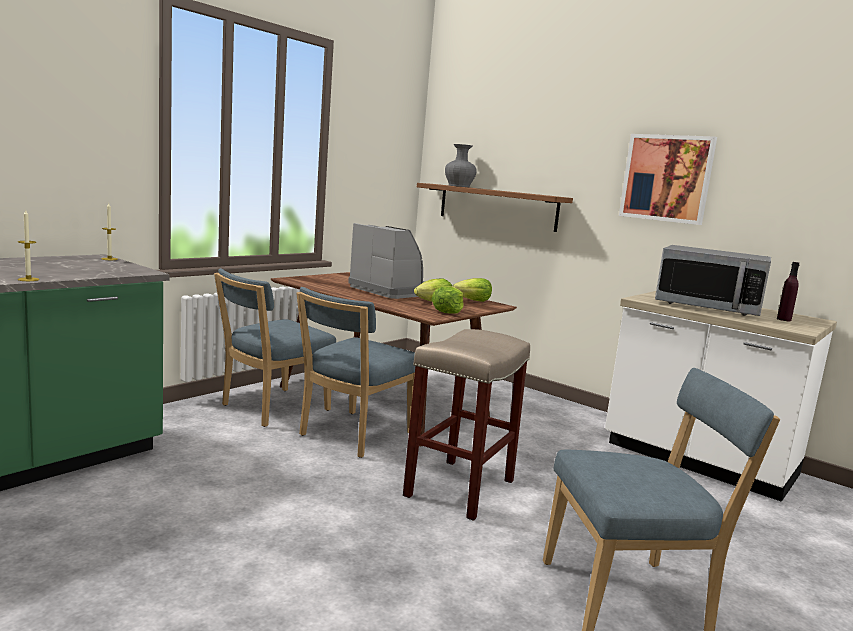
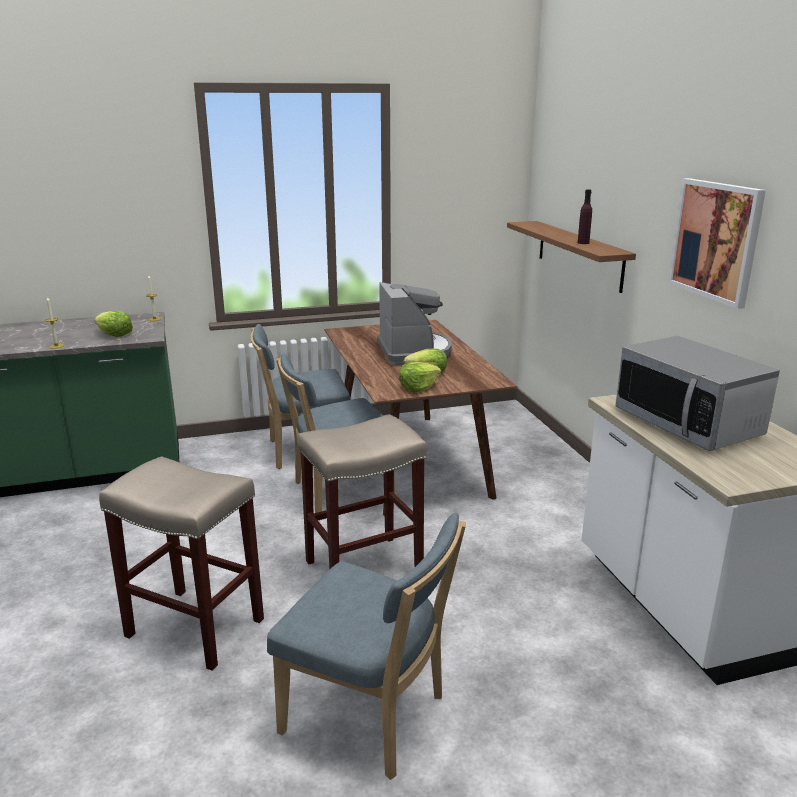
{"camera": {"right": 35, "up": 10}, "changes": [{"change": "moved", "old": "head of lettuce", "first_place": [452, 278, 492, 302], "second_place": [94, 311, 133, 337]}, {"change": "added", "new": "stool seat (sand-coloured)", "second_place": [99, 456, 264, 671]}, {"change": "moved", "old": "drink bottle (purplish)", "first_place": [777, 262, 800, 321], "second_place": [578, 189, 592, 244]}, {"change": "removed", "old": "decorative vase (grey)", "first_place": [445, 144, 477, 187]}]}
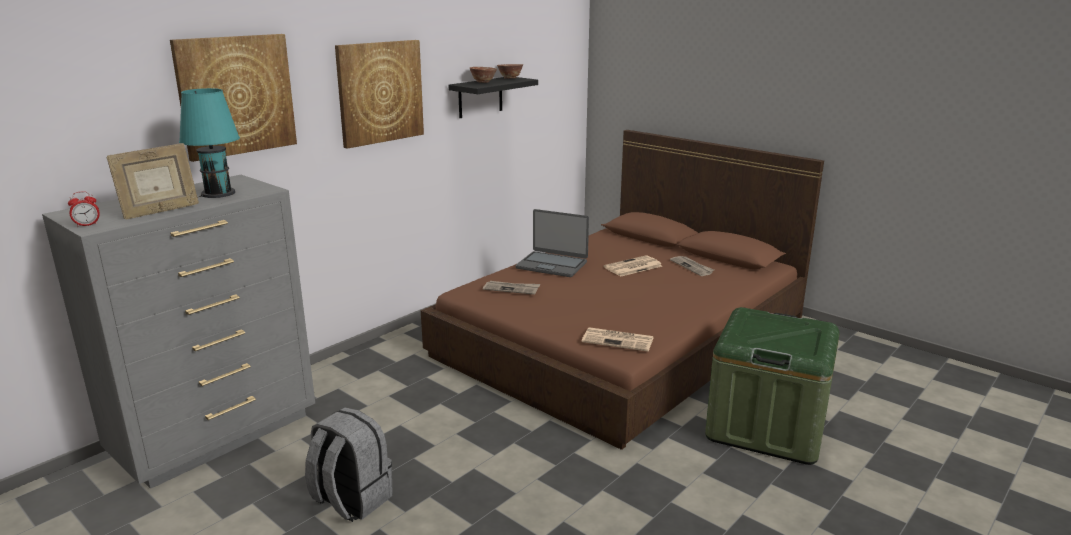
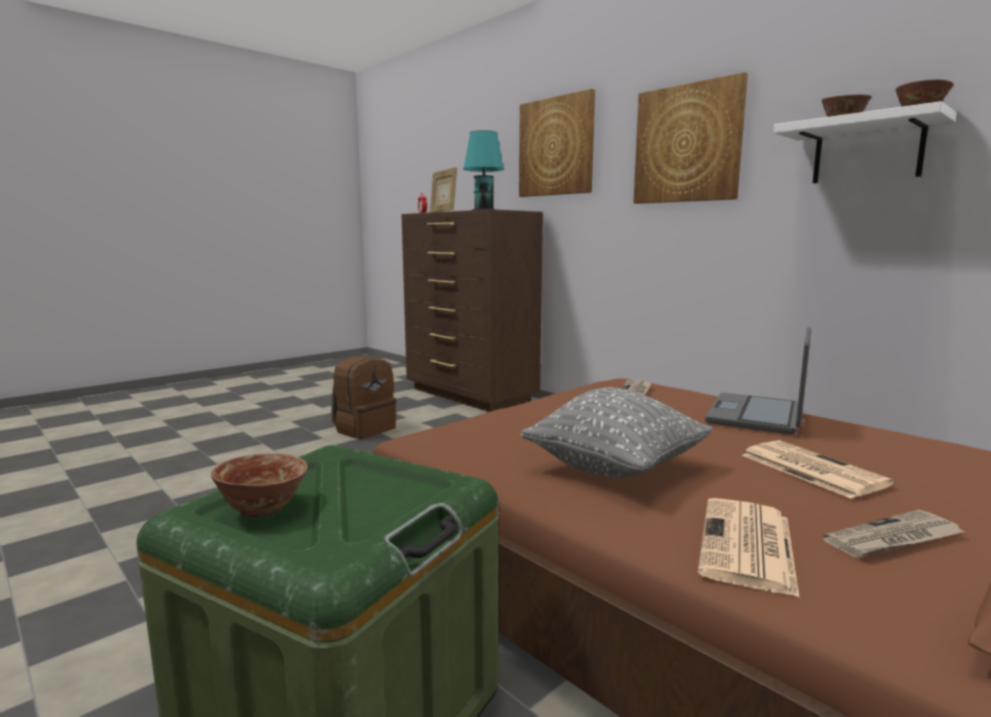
{"camera": {"right": 95, "up": -10}, "changes": [{"change": "added", "new": "bowl", "second_place": [211, 453, 308, 518]}, {"change": "recoloured", "old": "backpack (grey)", "new": "backpack (brown-coloured)", "first_place": [305, 407, 393, 522], "second_place": [332, 356, 396, 439]}, {"change": "recoloured", "old": "chest of drawers (grey)", "new": "chest of drawers (brown-coloured)", "first_place": [42, 175, 315, 489], "second_place": [402, 209, 543, 412]}, {"change": "added", "new": "throw pillow (grey)", "second_place": [521, 387, 713, 477]}, {"change": "moved", "old": "printed paper", "first_place": [582, 327, 654, 352], "second_place": [698, 498, 800, 598]}, {"change": "recoloured", "old": "shelf (black)", "new": "shelf (white-coloured)", "first_place": [449, 77, 538, 118], "second_place": [773, 101, 957, 183]}]}
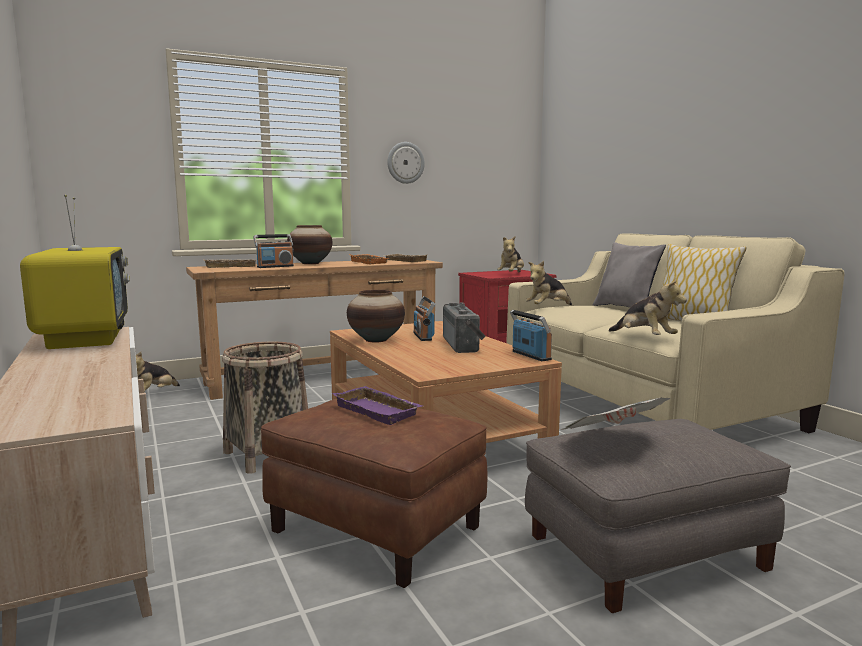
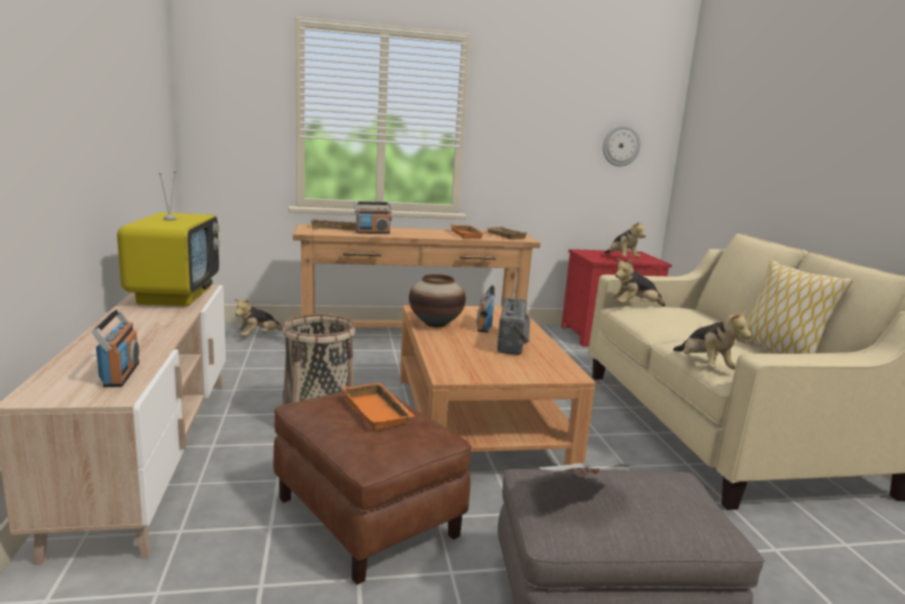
{"camera": {"right": 15, "up": 5}, "changes": [{"change": "moved", "old": "radio set", "first_place": [510, 310, 552, 361], "second_place": [92, 309, 139, 387]}, {"change": "recoloured", "old": "carrying tray (purplish)", "new": "carrying tray (orange)", "first_place": [332, 386, 422, 425], "second_place": [342, 382, 414, 431]}, {"change": "moved", "old": "hanging clock", "first_place": [387, 142, 425, 184], "second_place": [603, 125, 641, 166]}, {"change": "turned", "old": "plush toy", "first_place": [497, 236, 524, 273], "second_place": [604, 221, 646, 258], "degrees": -60}, {"change": "removed", "old": "decorative vase", "first_place": [287, 225, 332, 264]}, {"change": "removed", "old": "throw pillow (grey)", "first_place": [593, 242, 666, 307]}]}
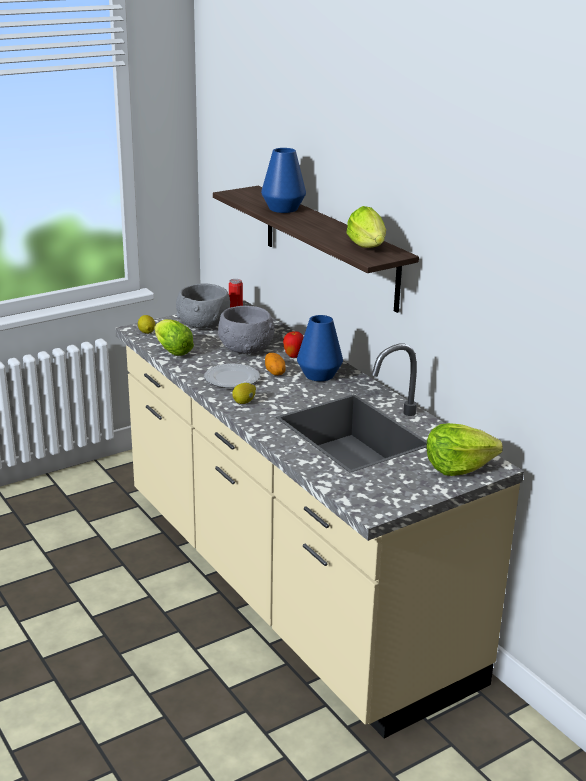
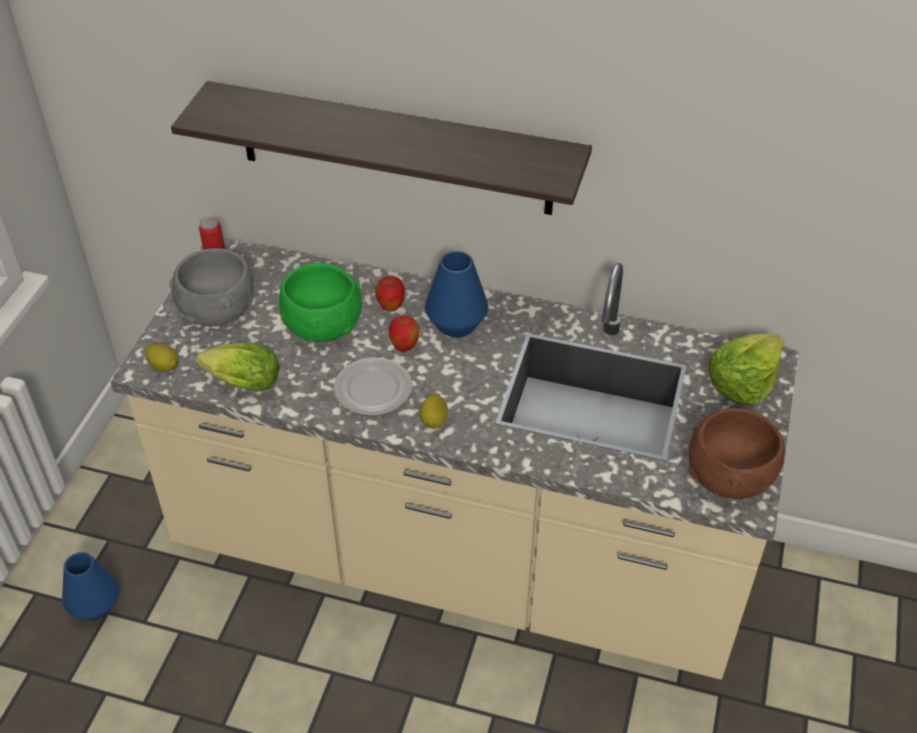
{"camera": {"right": -40, "up": 20}, "changes": [{"change": "moved", "old": "decorative vase (blue-coloured)", "first_place": [261, 148, 306, 213], "second_place": [62, 552, 120, 621]}, {"change": "recoloured", "old": "bowl (grey)", "new": "bowl (green)", "first_place": [218, 306, 274, 354], "second_place": [279, 263, 362, 342]}, {"change": "replaced", "old": "spud", "new": "whole apple", "first_place": [265, 353, 286, 375], "second_place": [389, 316, 419, 351]}, {"change": "added", "new": "bowl (brown-coloured)", "second_place": [689, 408, 785, 499]}, {"change": "removed", "old": "head of lettuce", "first_place": [346, 206, 386, 248]}]}
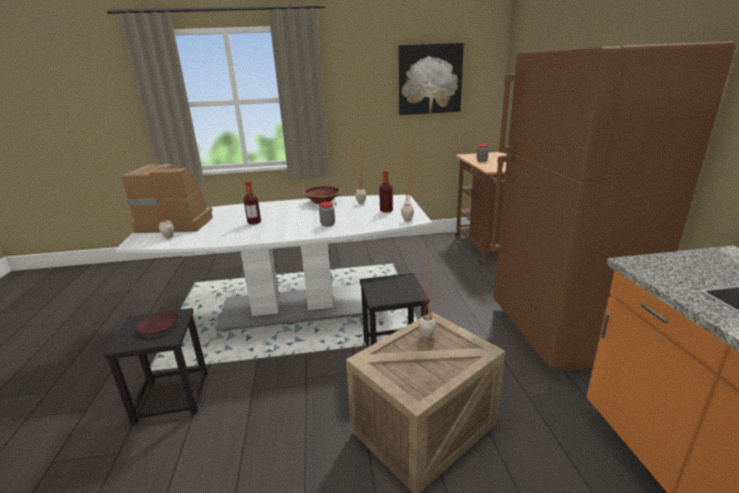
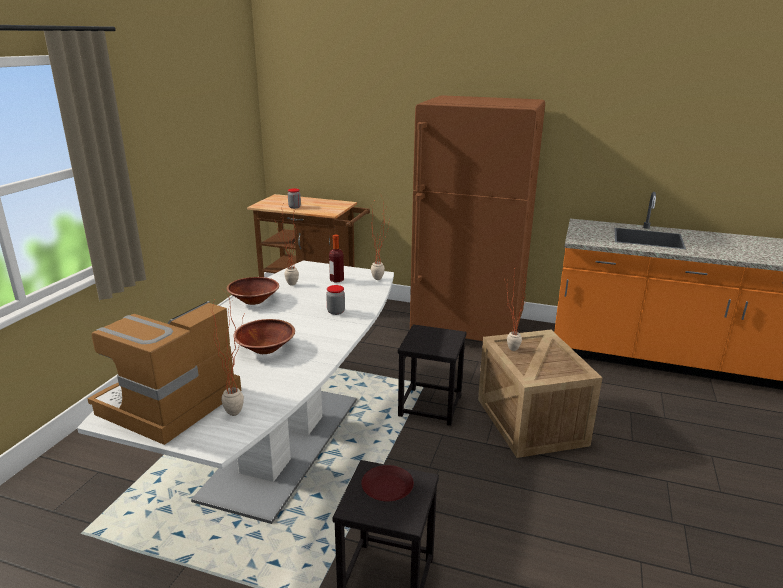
{"camera": {"right": -65, "up": 0}, "changes": [{"change": "replaced", "old": "drink bottle", "new": "bowl (brown-coloured)", "first_place": [243, 181, 261, 225], "second_place": [234, 319, 295, 354]}, {"change": "removed", "old": "picture", "first_place": [398, 43, 464, 115]}]}
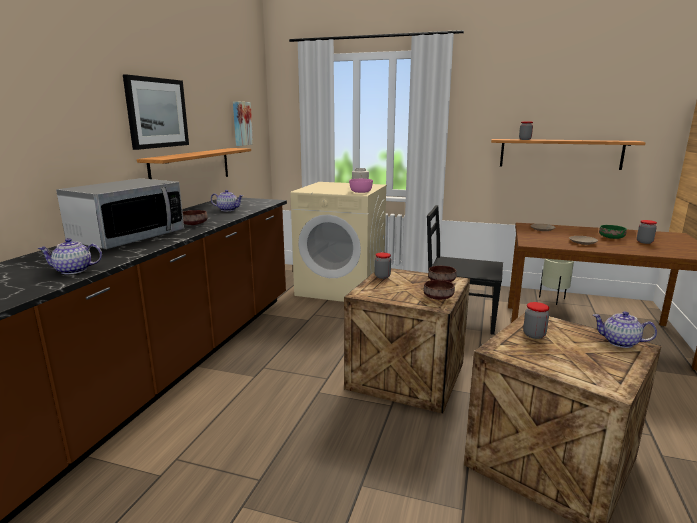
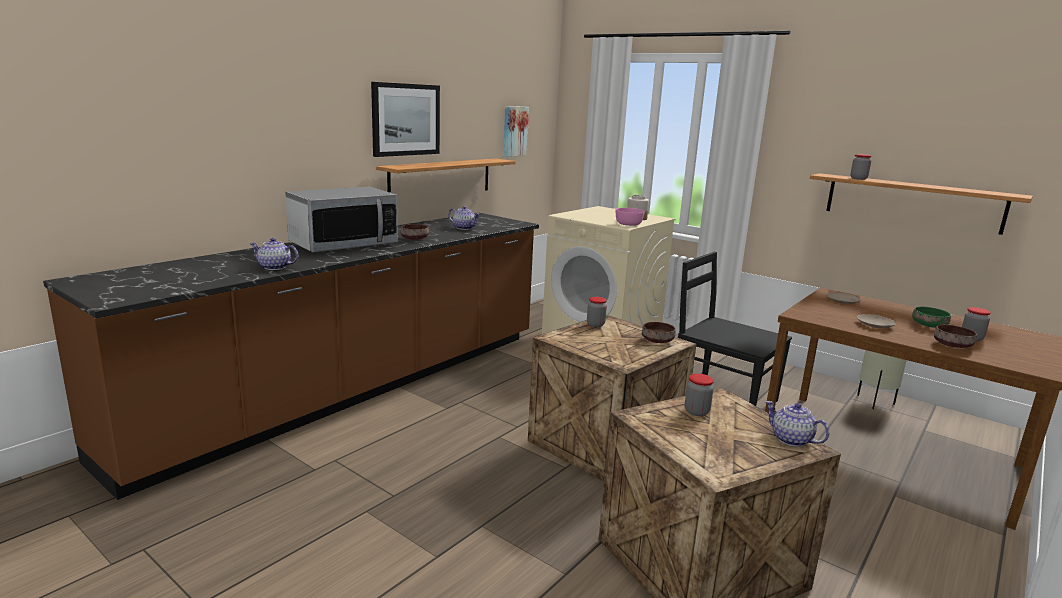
{"camera": {"right": 20, "up": 0}, "changes": [{"change": "moved", "old": "bowl (brown-coloured)", "first_place": [424, 280, 455, 300], "second_place": [934, 325, 977, 348]}]}
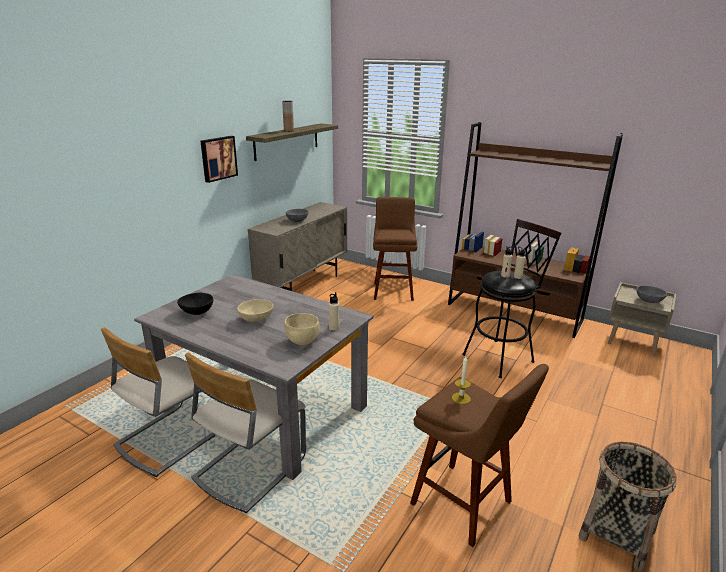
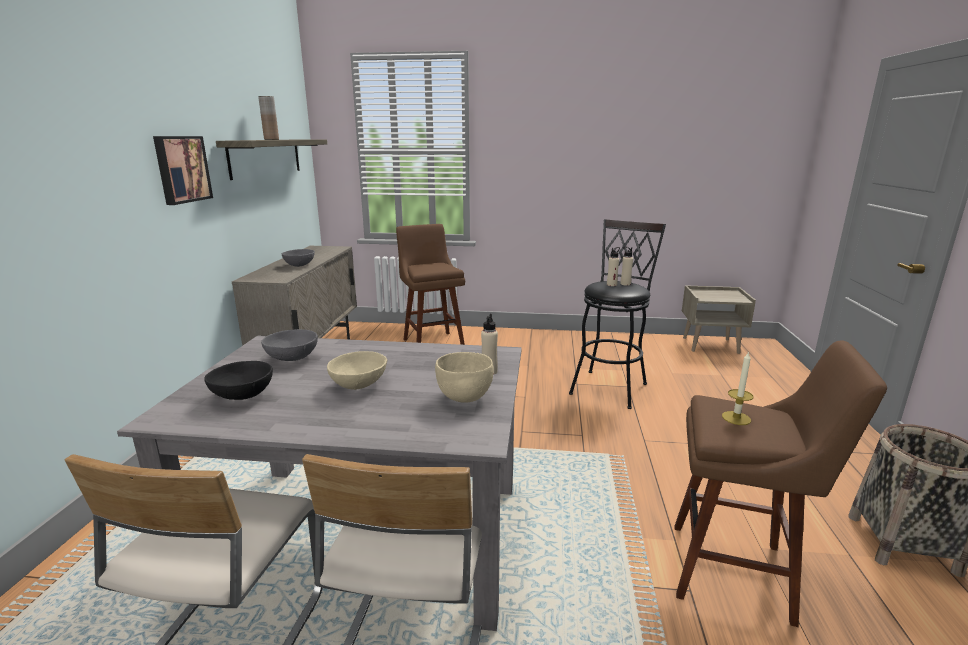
{"camera": {"right": -25, "up": -5}, "changes": [{"change": "moved", "old": "bowl (grey)", "first_place": [636, 286, 667, 303], "second_place": [261, 329, 318, 361]}, {"change": "removed", "old": "bookshelf (brown-coloured)", "first_place": [448, 122, 623, 338]}]}
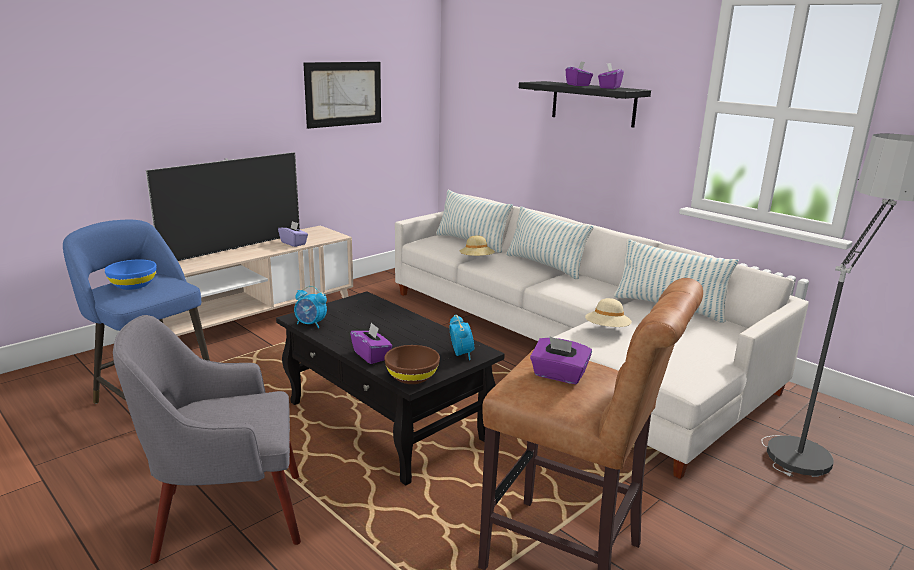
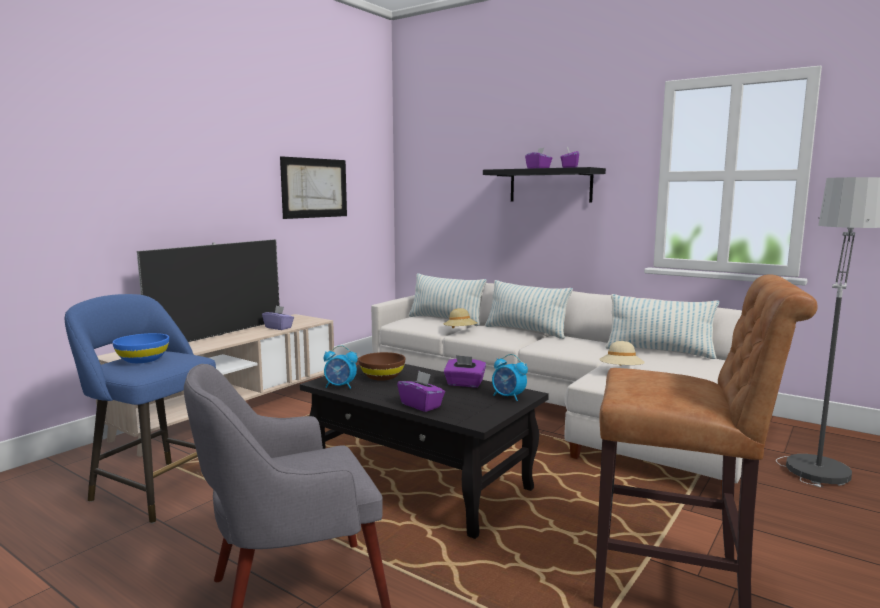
{"camera": {"right": -10, "up": -10}, "changes": [{"change": "moved", "old": "bowl (brown-coloured)", "first_place": [384, 345, 440, 384], "second_place": [359, 352, 405, 381]}, {"change": "moved", "old": "tissue box (purplish)", "first_place": [530, 336, 592, 385], "second_place": [444, 355, 486, 387]}, {"change": "turned", "old": "table clock", "first_place": [449, 315, 474, 360], "second_place": [492, 354, 528, 401], "degrees": 150}]}
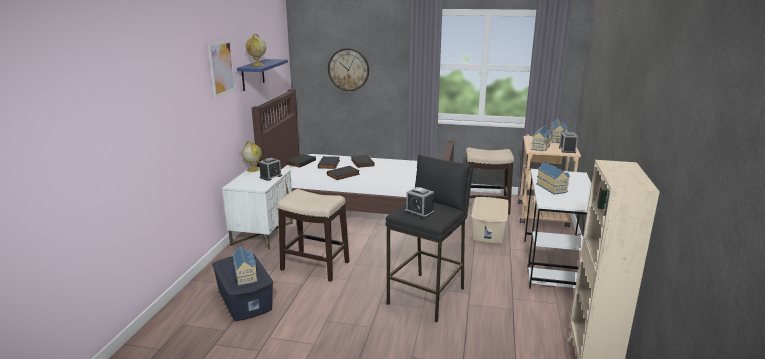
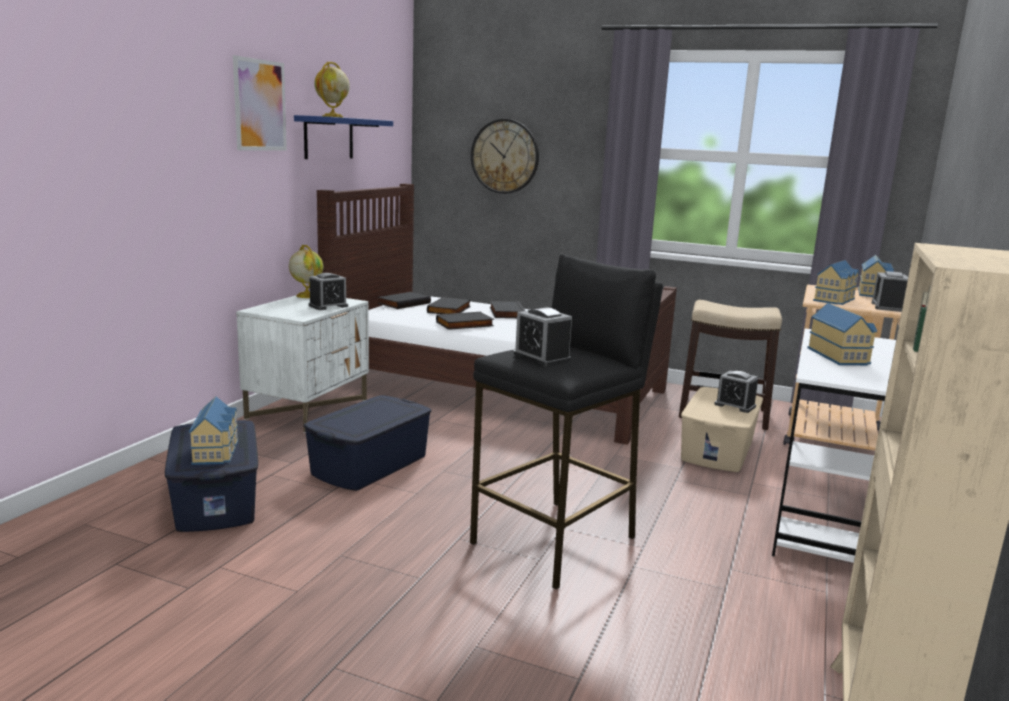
{"camera": {"right": 10, "up": -5}, "changes": [{"change": "replaced", "old": "stool seat", "new": "storage container (blue-coloured)", "first_place": [278, 189, 349, 282], "second_place": [304, 395, 432, 491]}, {"change": "added", "new": "table clock", "second_place": [715, 371, 758, 413]}]}
